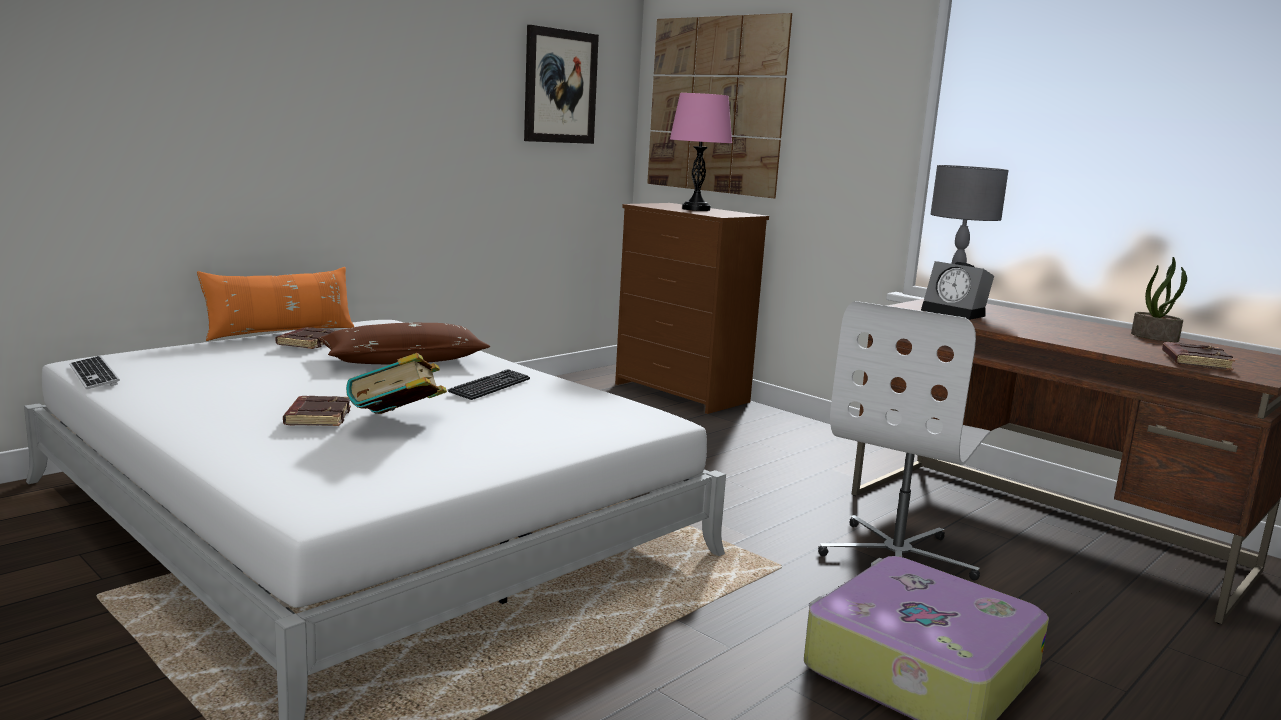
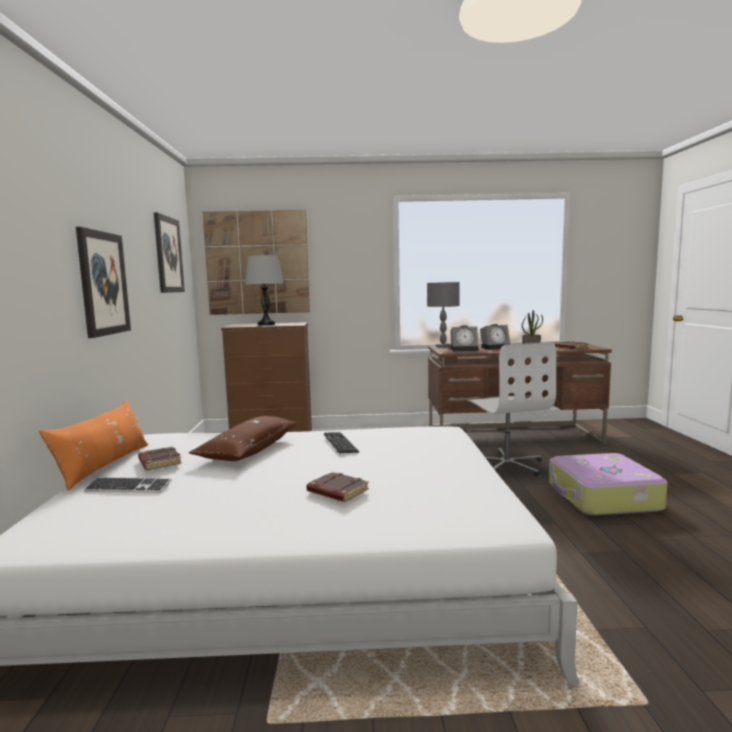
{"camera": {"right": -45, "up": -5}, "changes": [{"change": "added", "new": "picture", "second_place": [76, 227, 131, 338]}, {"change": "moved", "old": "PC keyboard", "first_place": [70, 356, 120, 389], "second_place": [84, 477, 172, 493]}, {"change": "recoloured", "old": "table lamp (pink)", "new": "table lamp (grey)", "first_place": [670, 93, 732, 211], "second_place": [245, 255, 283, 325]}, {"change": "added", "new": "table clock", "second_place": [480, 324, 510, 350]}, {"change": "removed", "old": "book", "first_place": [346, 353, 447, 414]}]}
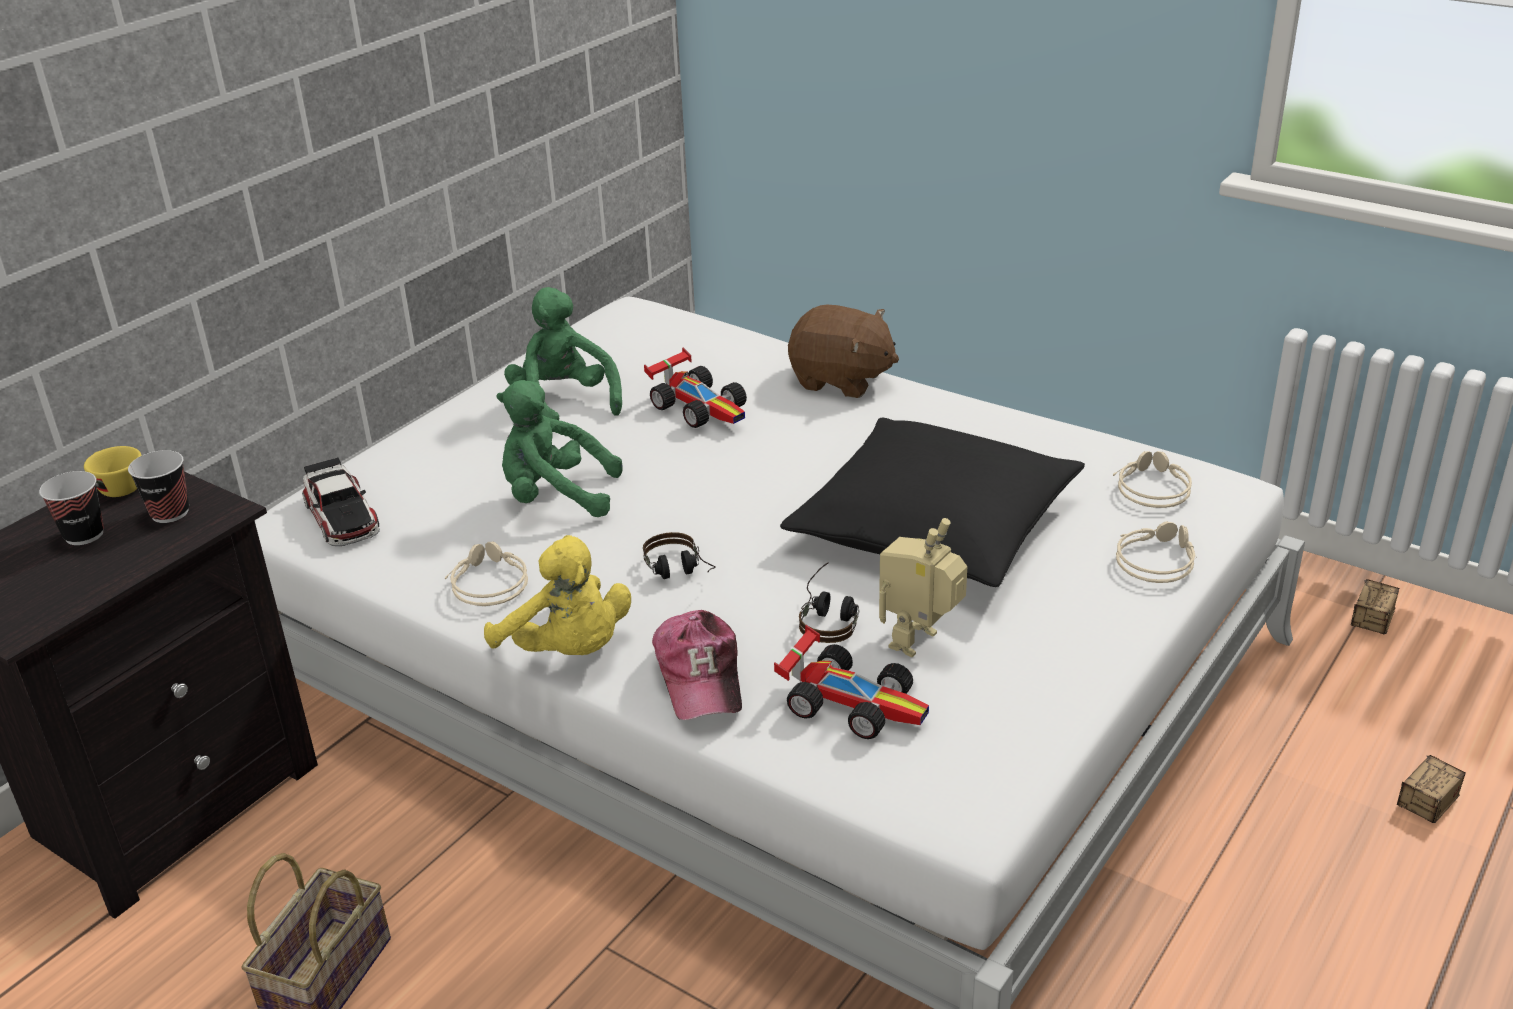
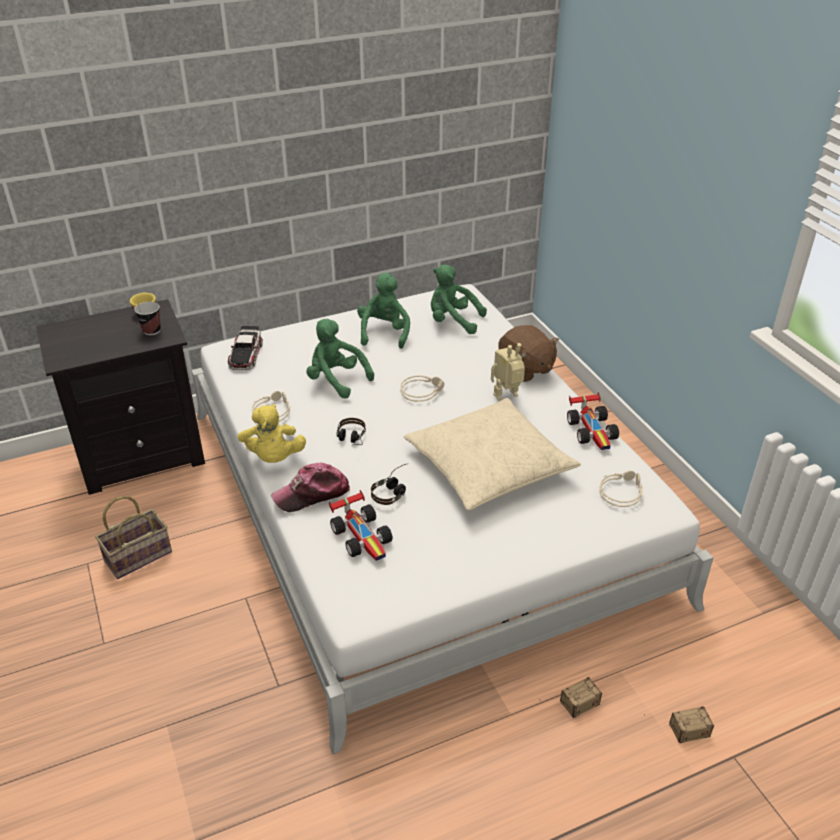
{"camera": {"right": 30, "up": 5}, "changes": [{"change": "turned", "old": "cap", "first_place": [652, 610, 742, 720], "second_place": [271, 463, 350, 512], "degrees": 45}, {"change": "moved", "old": "pair of headphones (sand-coloured)", "first_place": [1116, 521, 1196, 583], "second_place": [400, 375, 444, 402]}, {"change": "recoloured", "old": "throw pillow (black)", "new": "throw pillow (sand-coloured)", "first_place": [780, 417, 1085, 587], "second_place": [404, 398, 581, 510]}, {"change": "added", "new": "plush toy (green)", "second_place": [431, 264, 487, 334]}, {"change": "moved", "old": "toy robot", "first_place": [879, 518, 967, 657], "second_place": [491, 343, 525, 401]}, {"change": "moved", "old": "storage container", "first_place": [1351, 579, 1399, 635], "second_place": [539, 677, 602, 718]}, {"change": "moved", "old": "miniature car", "first_place": [644, 348, 747, 428], "second_place": [567, 392, 619, 450]}, {"change": "removed", "old": "drinking cup", "first_place": [39, 471, 104, 545]}]}
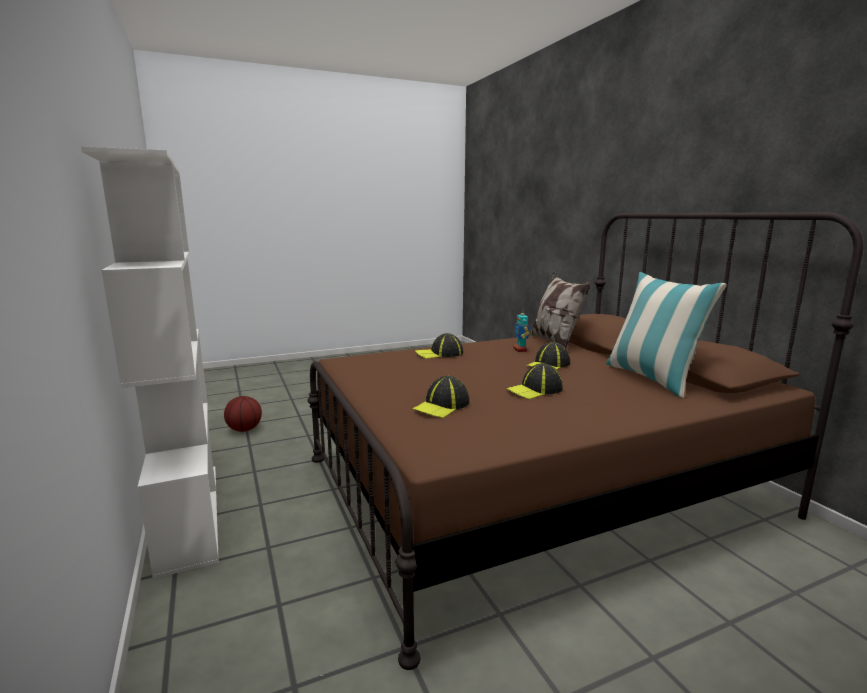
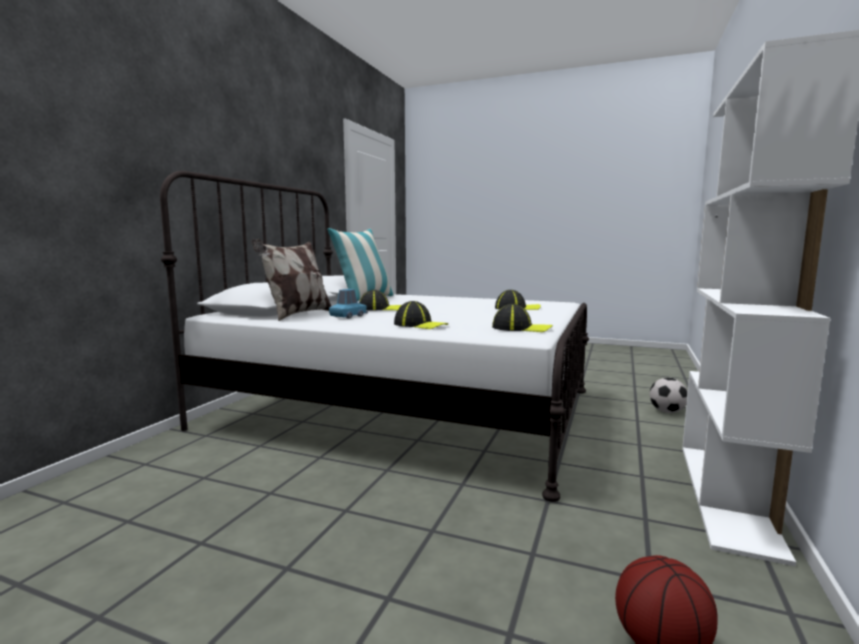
{"camera": {"right": -135, "up": -5}, "changes": [{"change": "recoloured", "old": "sleeping bed (brown-coloured)", "new": "sleeping bed (white-coloured)", "first_place": [307, 212, 864, 670], "second_place": [160, 171, 589, 502]}, {"change": "replaced", "old": "toy robot", "new": "miniature car (blue-coloured)", "first_place": [514, 310, 529, 352], "second_place": [329, 289, 368, 319]}, {"change": "moved", "old": "cap", "first_place": [506, 363, 563, 399], "second_place": [492, 304, 553, 332]}, {"change": "added", "new": "football", "second_place": [650, 377, 688, 413]}]}
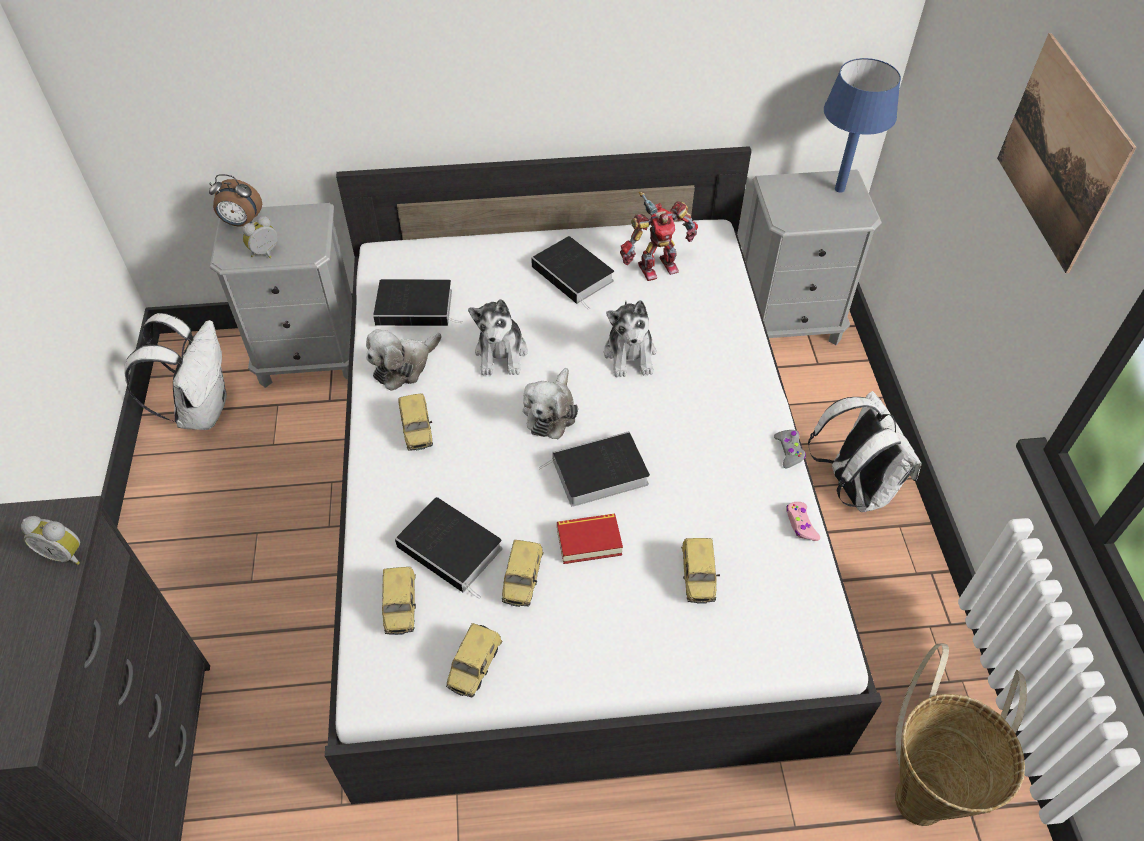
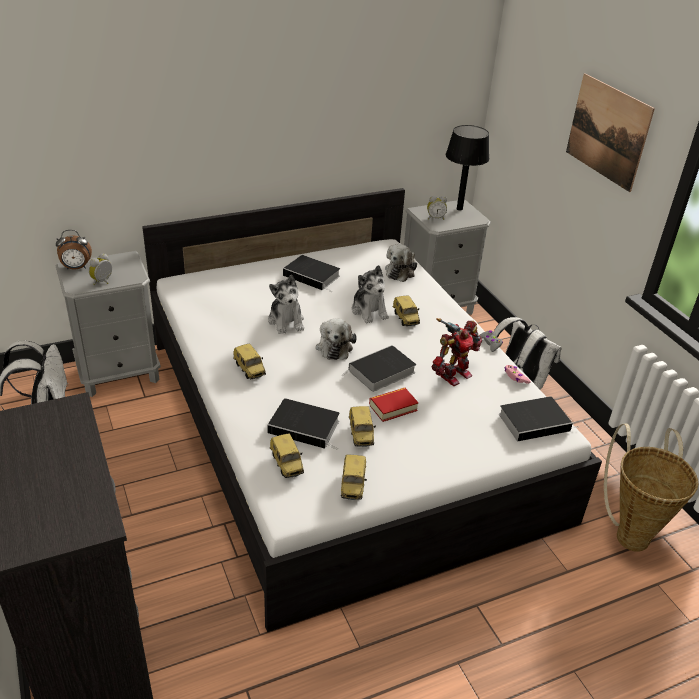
{"camera": {"right": -20, "up": -15}, "changes": [{"change": "moved", "old": "plush toy", "first_place": [366, 329, 442, 391], "second_place": [385, 244, 417, 282]}, {"change": "moved", "old": "miniature car", "first_place": [681, 538, 720, 604], "second_place": [392, 295, 420, 326]}, {"change": "moved", "old": "table clock", "first_place": [21, 516, 80, 565], "second_place": [427, 196, 447, 220]}, {"change": "moved", "old": "toy robot", "first_place": [620, 192, 698, 281], "second_place": [432, 318, 482, 386]}, {"change": "recoloured", "old": "table lamp (blue-coloured)", "new": "table lamp (black)", "first_place": [824, 58, 901, 192], "second_place": [446, 125, 489, 211]}, {"change": "moved", "old": "book", "first_place": [373, 279, 463, 326], "second_place": [499, 396, 579, 442]}]}
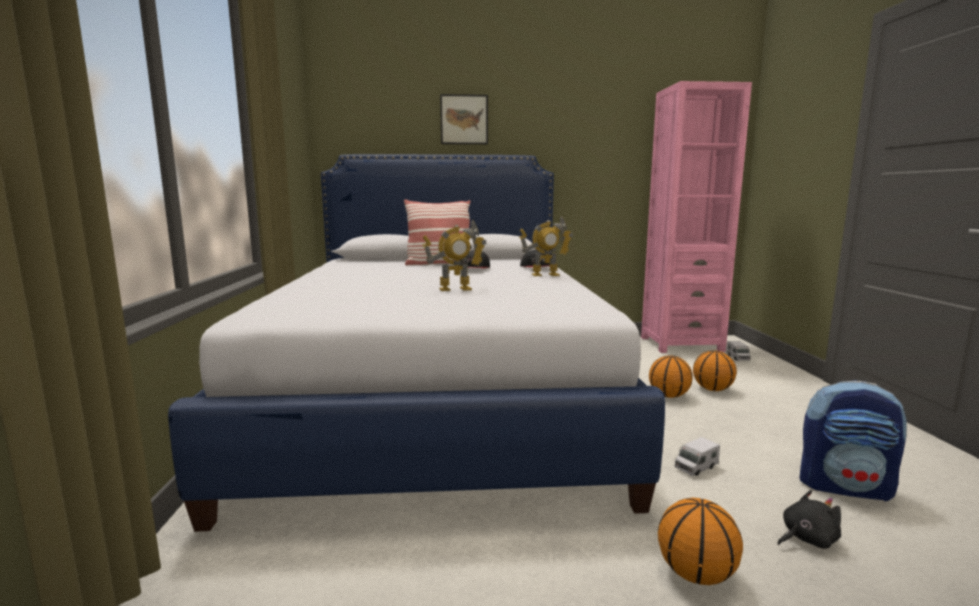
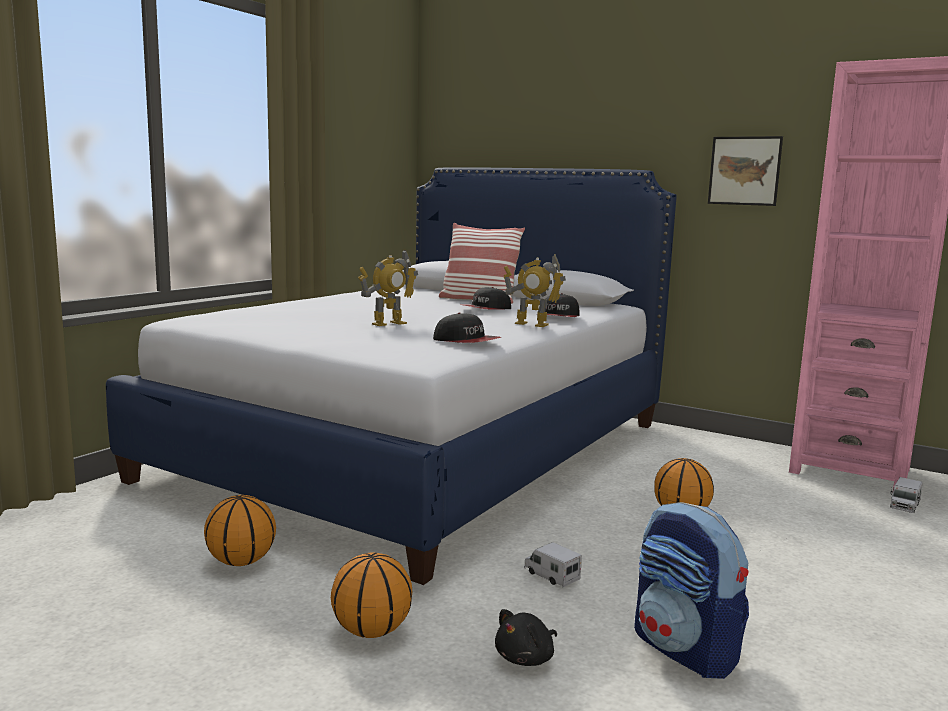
{"camera": {"right": 35, "up": 0}, "changes": [{"change": "moved", "old": "basketball ball", "first_place": [693, 350, 737, 391], "second_place": [204, 495, 276, 566]}, {"change": "turned", "old": "toy robot", "first_place": [423, 220, 487, 291], "second_place": [358, 250, 418, 326], "degrees": -60}, {"change": "added", "new": "cap", "second_place": [433, 313, 501, 343]}, {"change": "turned", "old": "plush toy (black)", "first_place": [778, 490, 841, 549], "second_place": [495, 609, 557, 666], "degrees": 120}, {"change": "turned", "old": "model truck", "first_place": [674, 437, 720, 476], "second_place": [524, 542, 582, 587], "degrees": 45}, {"change": "moved", "old": "picture", "first_place": [440, 94, 488, 144], "second_place": [708, 136, 783, 206]}]}
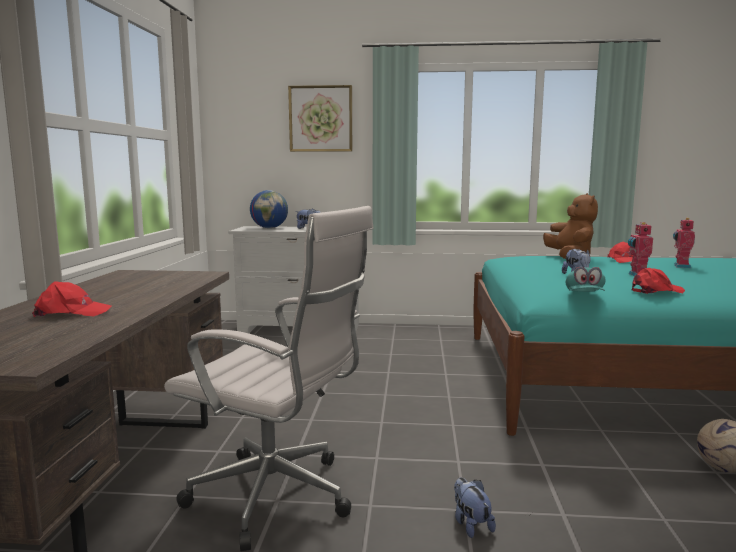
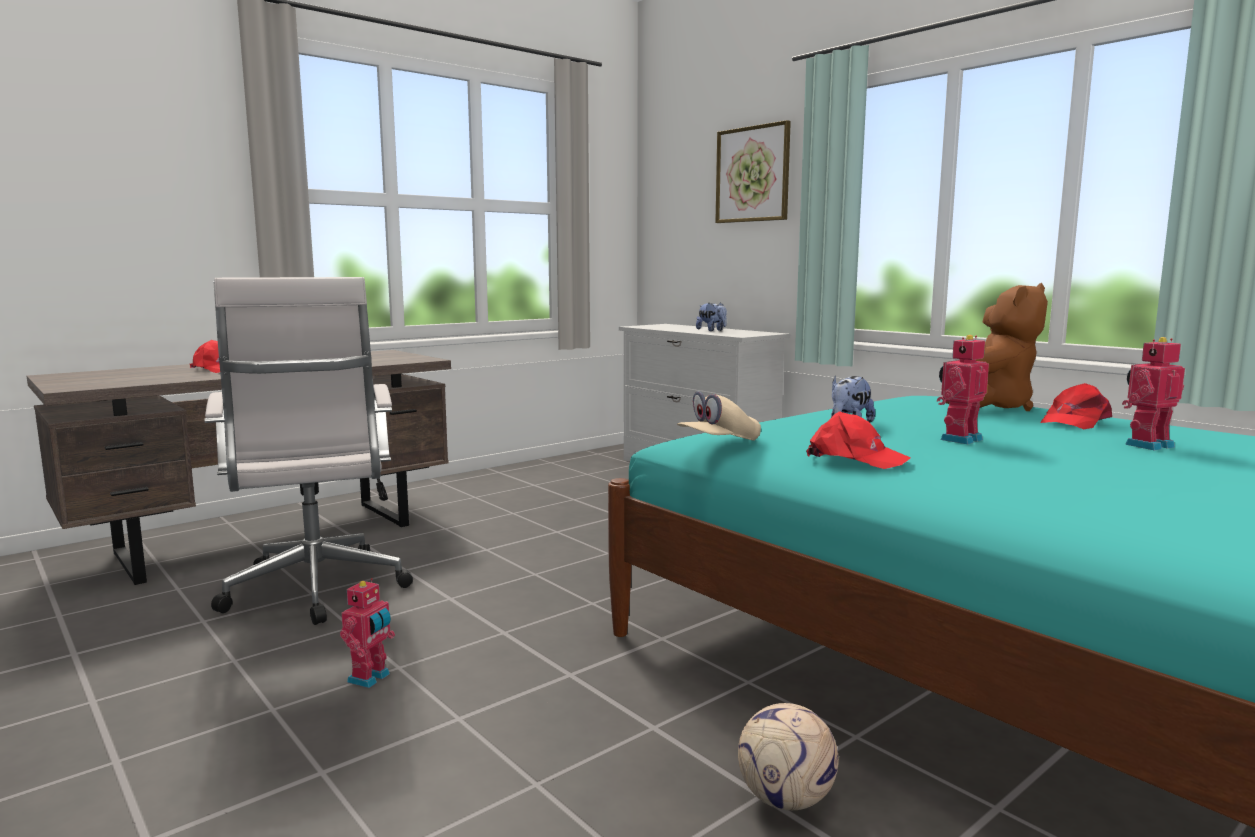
{"camera": {"right": 45, "up": 0}, "changes": [{"change": "replaced", "old": "plush toy", "new": "toy robot", "first_place": [454, 477, 496, 538], "second_place": [340, 578, 395, 688]}, {"change": "recoloured", "old": "cap (turquoise-coloured)", "new": "cap (sand-coloured)", "first_place": [566, 267, 606, 292], "second_place": [677, 391, 761, 441]}, {"change": "removed", "old": "globe", "first_place": [250, 190, 288, 228]}]}
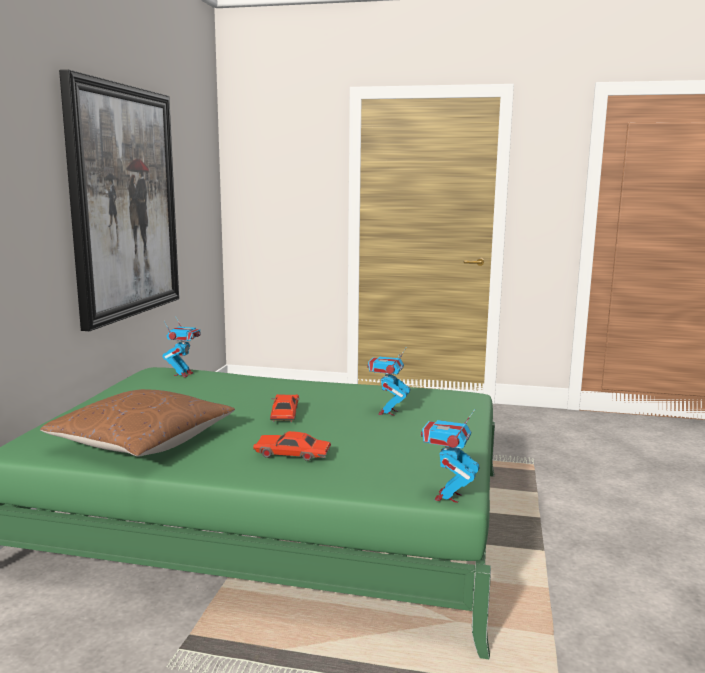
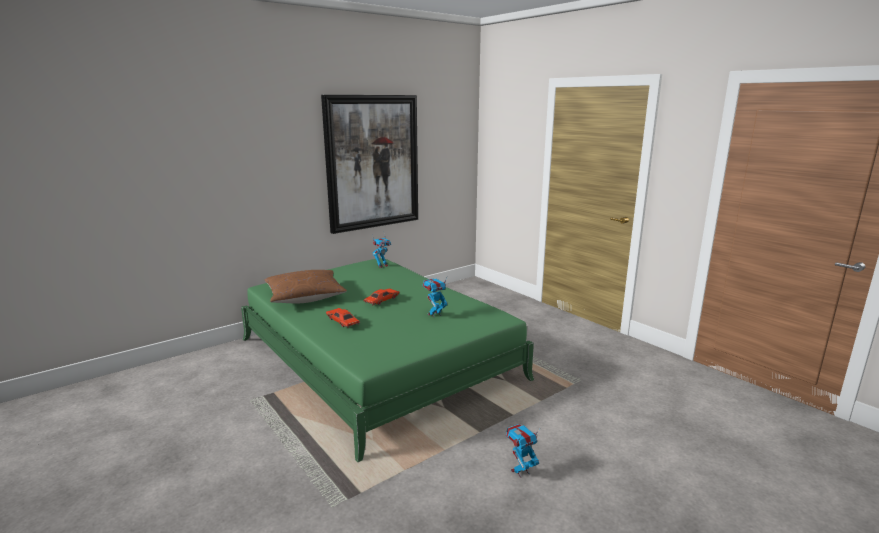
{"camera": {"right": 40, "up": 5}, "changes": [{"change": "moved", "old": "toy robot", "first_place": [421, 409, 480, 503], "second_place": [506, 424, 539, 478]}]}
